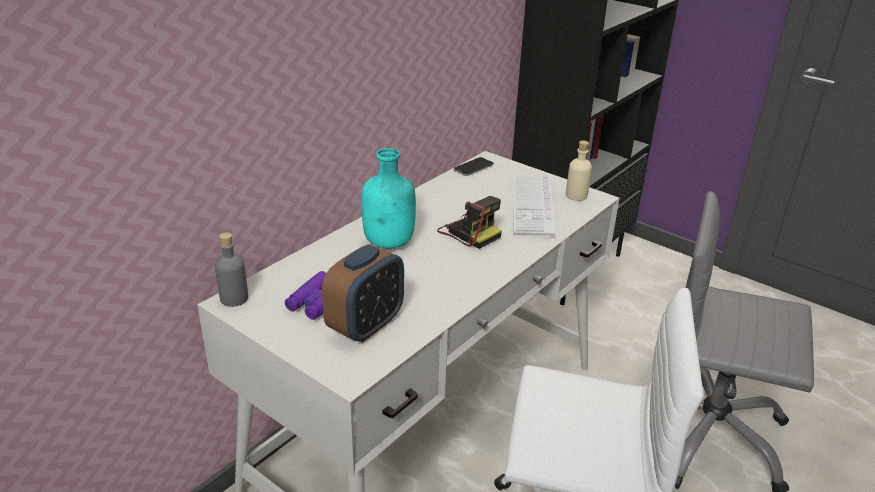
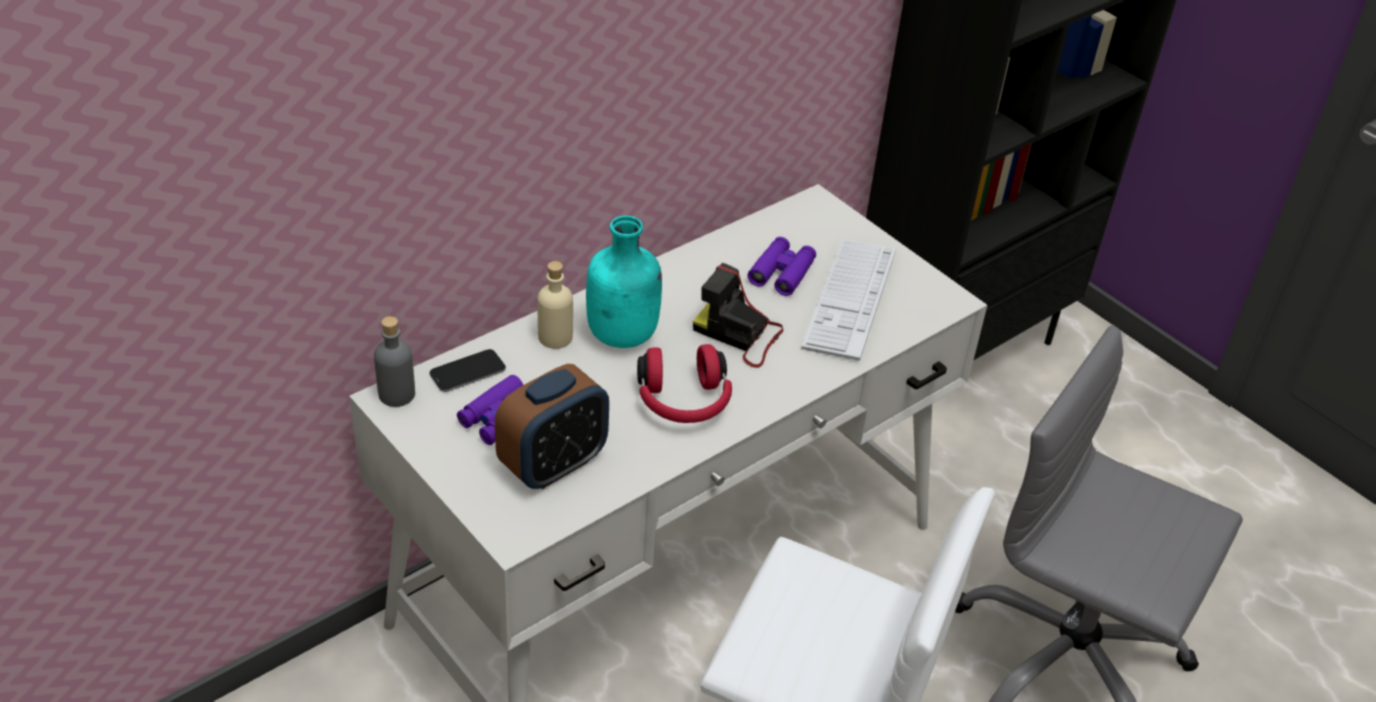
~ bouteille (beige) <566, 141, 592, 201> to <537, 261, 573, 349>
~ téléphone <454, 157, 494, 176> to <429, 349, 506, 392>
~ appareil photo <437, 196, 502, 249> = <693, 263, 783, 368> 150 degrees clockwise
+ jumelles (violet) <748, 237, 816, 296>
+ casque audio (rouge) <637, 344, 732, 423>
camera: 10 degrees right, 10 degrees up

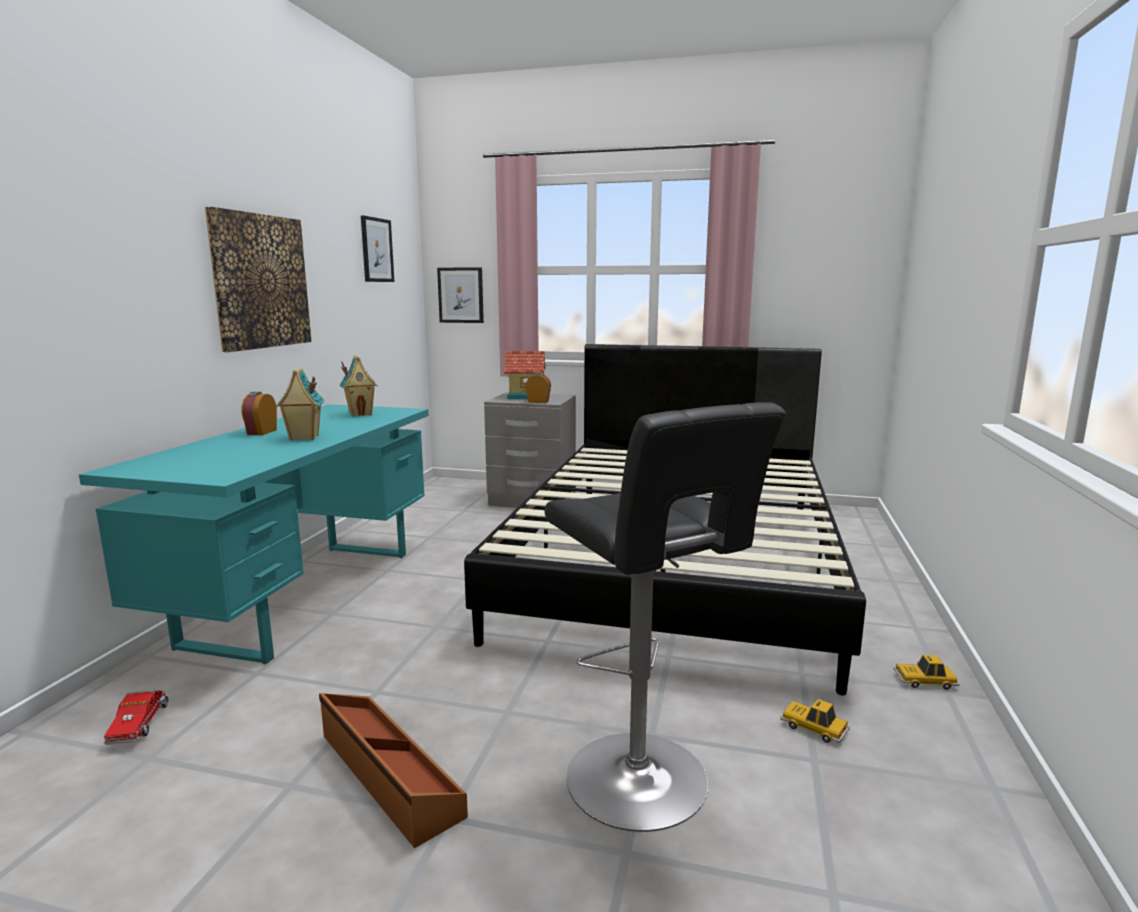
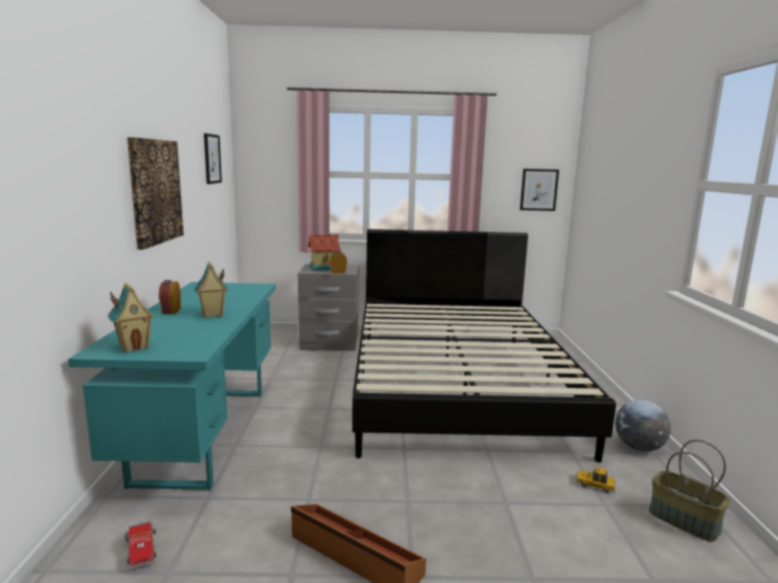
~ tableau <437, 267, 484, 323> to <520, 169, 559, 211>
~ maison miniature <340, 355, 378, 416> to <108, 283, 155, 352>
- tabouret (noir) <544, 402, 786, 832>
~ petite voiture <893, 655, 959, 690> to globe <615, 400, 671, 452>
+ panier <649, 440, 730, 542>
camera: 15 degrees left, 0 degrees up

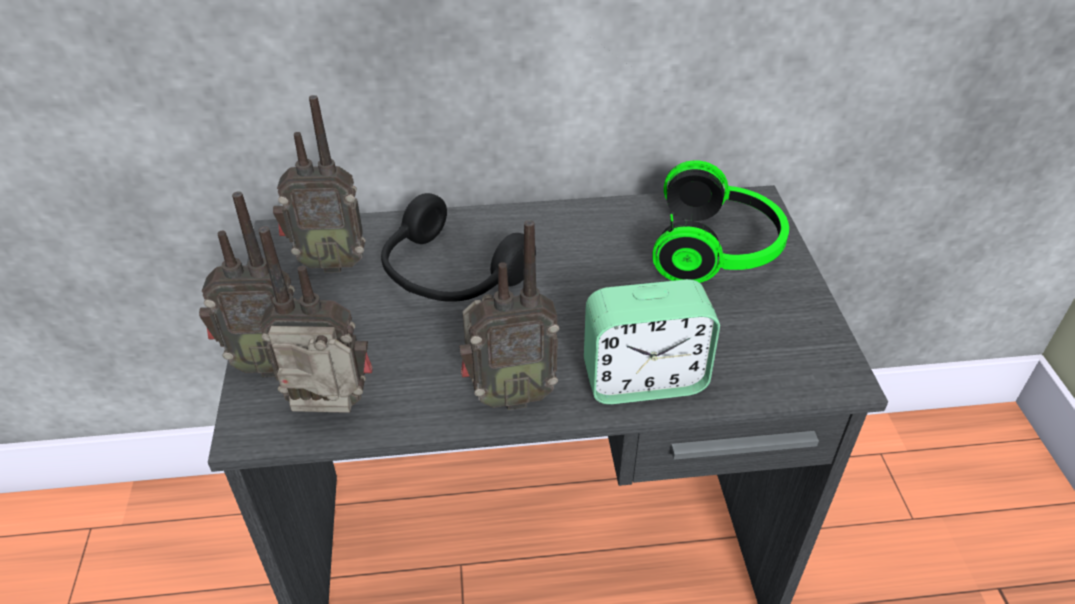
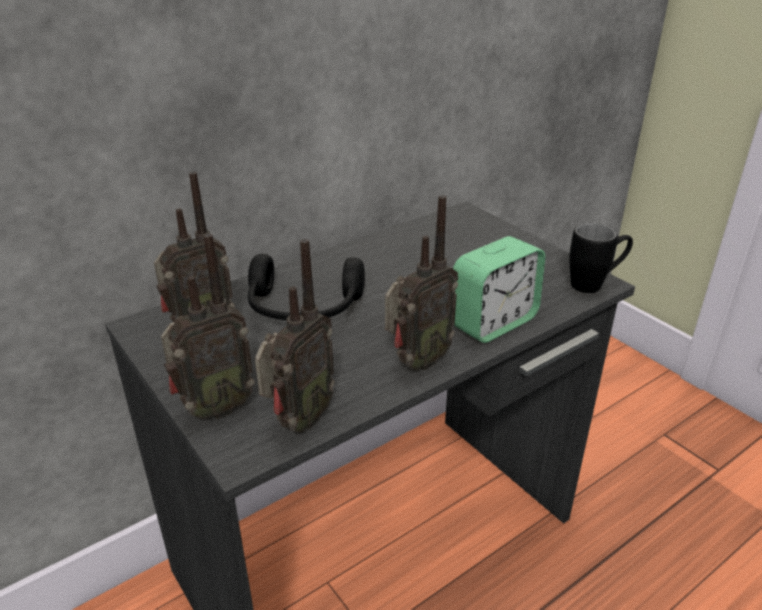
- casque audio <652, 160, 789, 283>
~ radio <258, 226, 373, 413> = <255, 239, 335, 432> 150 degrees clockwise
+ mug (noir) <569, 223, 633, 293>
camera: 30 degrees left, 10 degrees down

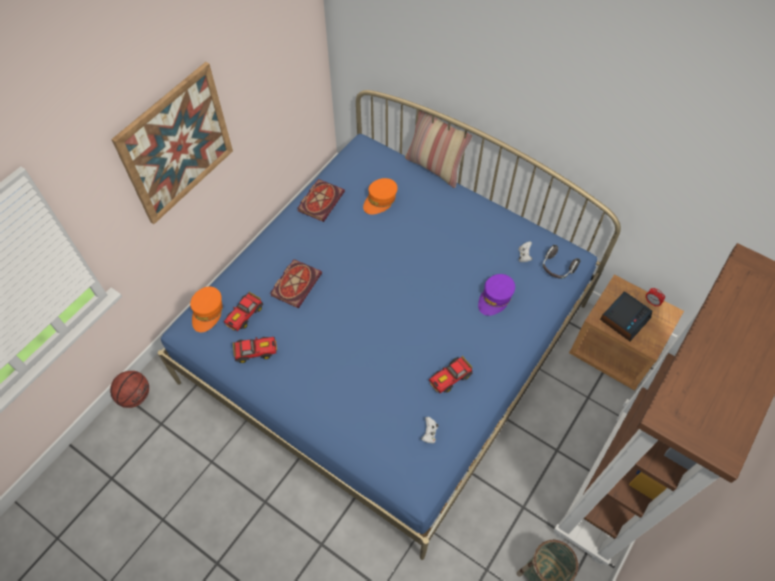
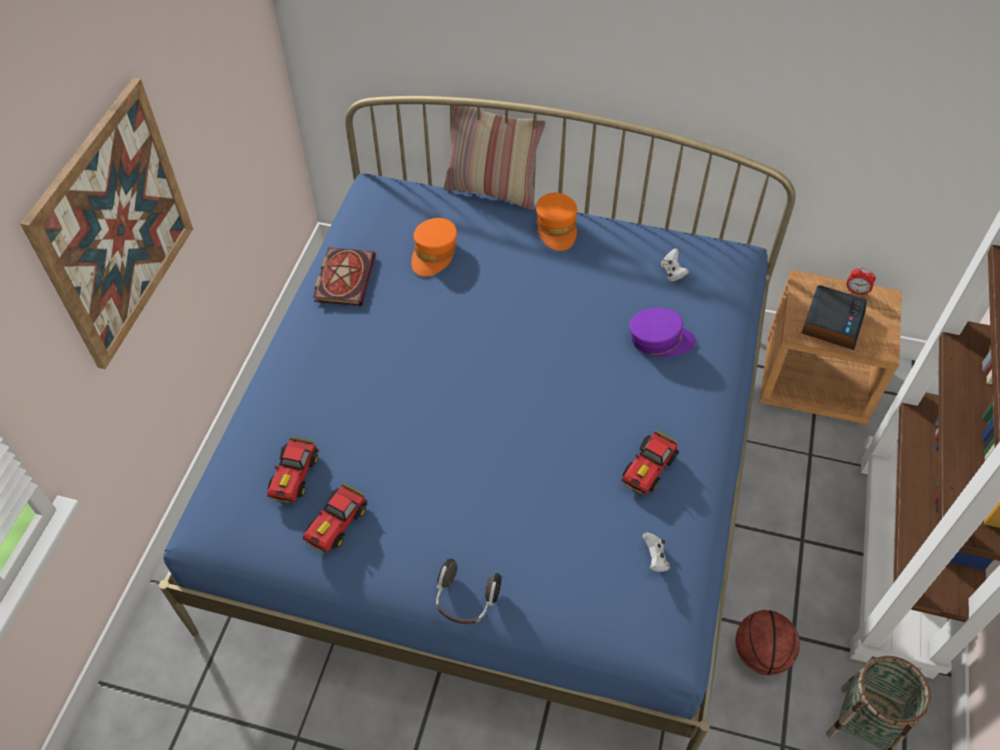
~ casque audio <542, 245, 580, 279> to <436, 559, 502, 624>
- livre <270, 259, 322, 308>
~ casquette (violet) <478, 274, 515, 316> = <629, 308, 696, 357> 105 degrees counterclockwise
~ casquette (orange) <190, 287, 223, 332> to <536, 193, 577, 251>
~ petite voiture <233, 337, 277, 363> = <303, 483, 368, 553> 150 degrees clockwise
~ ballon de basket <110, 371, 149, 408> to <735, 610, 800, 676>
camera: 20 degrees left, 5 degrees down

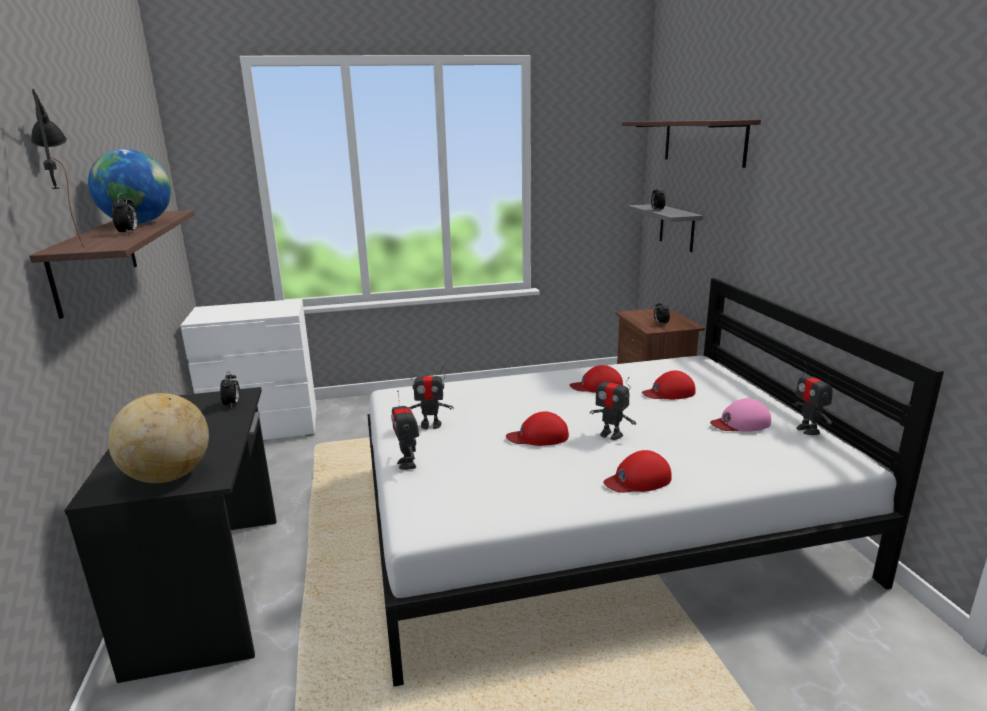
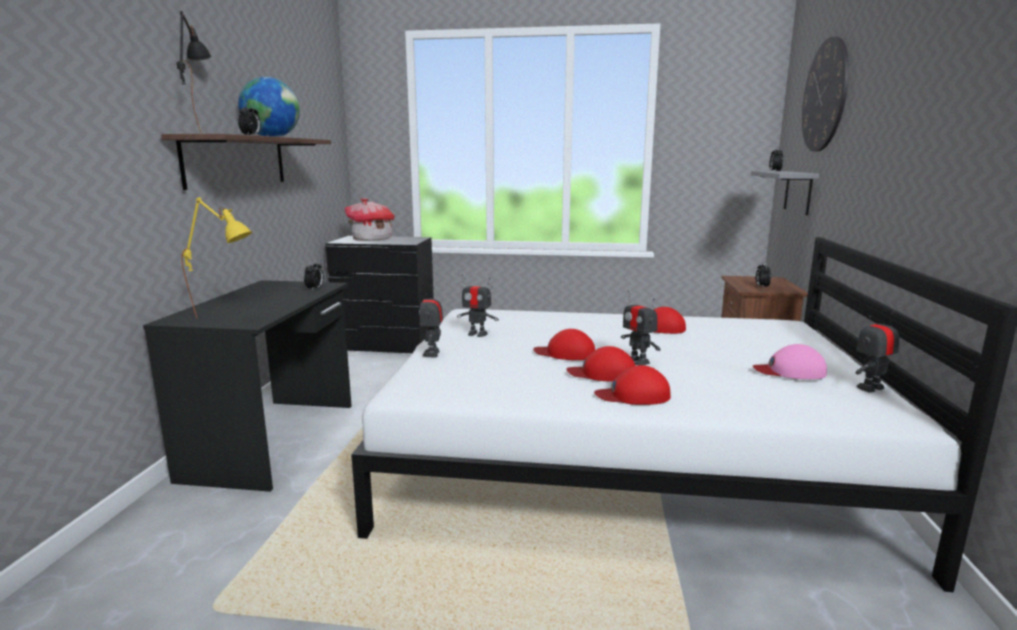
~ étagère <622, 120, 761, 168> to horloge murale <802, 37, 849, 151>
~ commode (blanc) <180, 299, 317, 440> to commode (noir) <325, 236, 434, 353>
~ robot jouet <793, 362, 833, 435> = <855, 309, 900, 393> 60 degrees clockwise
~ casquette (rouge) <642, 370, 695, 399> to <566, 346, 635, 382>
~ globe <108, 393, 209, 483> to lampe de table (jaune) <181, 197, 252, 319>
+ maison miniature <344, 198, 394, 241>
camera: 20 degrees right, 5 degrees down

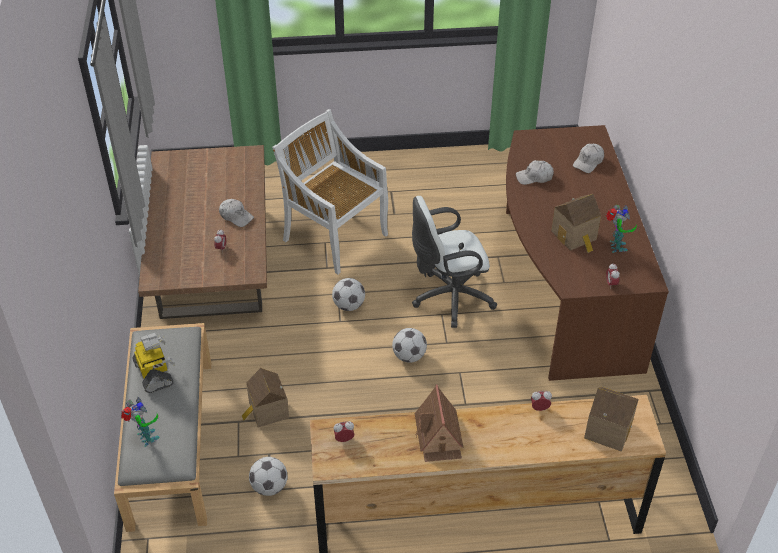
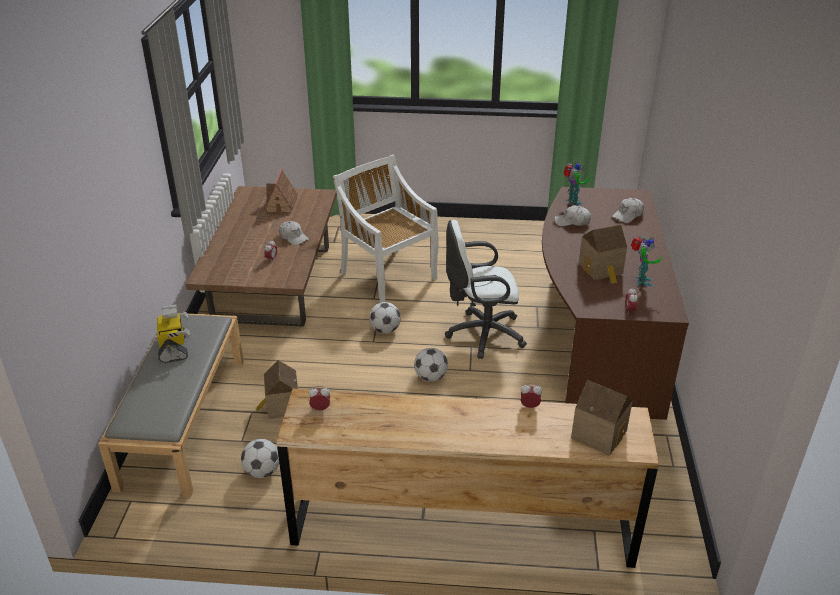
~ maison miniature <414, 384, 464, 462> to <264, 169, 298, 216>
~ robot jouet <121, 397, 159, 447> to <563, 162, 590, 206>
camera: 10 degrees right, 10 degrees down

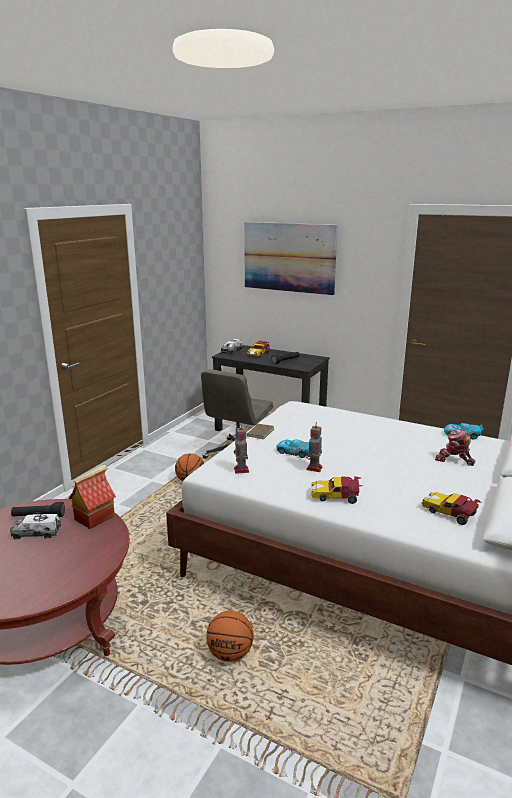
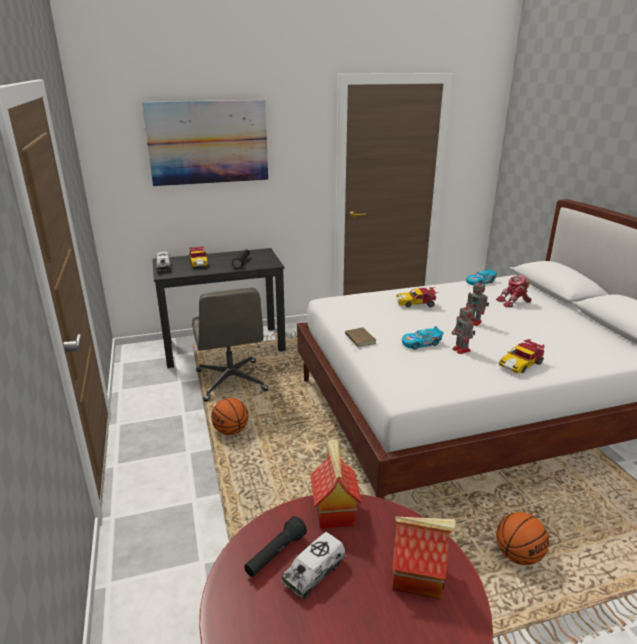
~ robot jouet <234, 427, 249, 474> to <466, 279, 489, 326>
~ petite voiture <422, 492, 482, 525> to <396, 287, 438, 308>
+ maison miniature <392, 517, 456, 599>
camera: 45 degrees left, 5 degrees up

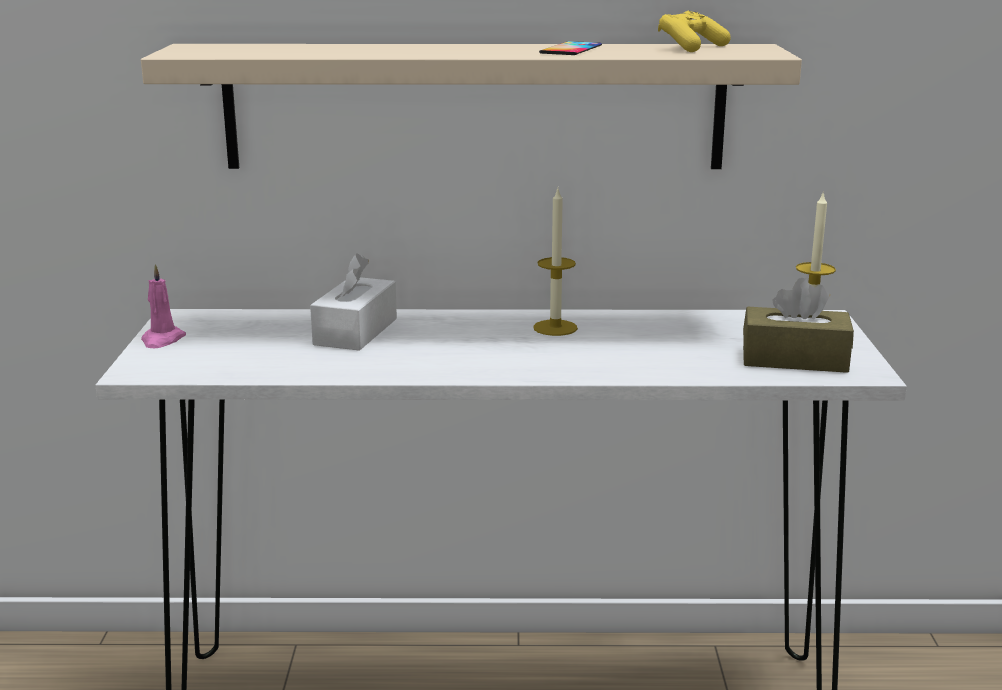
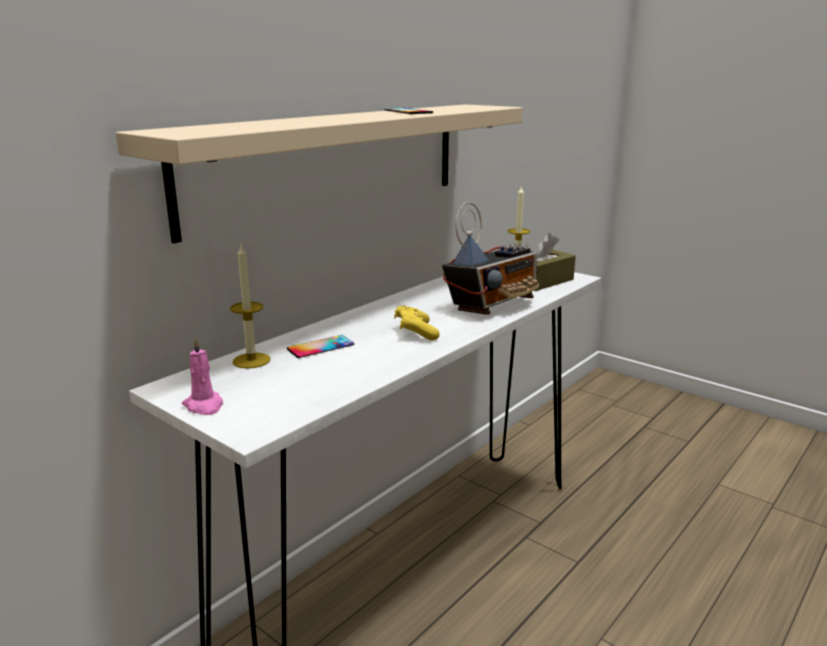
~ manette (jaune) <658, 11, 731, 52> to <394, 305, 440, 341>
~ bougie <533, 189, 578, 336> to <230, 245, 270, 369>
~ boîte à mouchoirs (blanc) <310, 253, 397, 351> to téléphone <287, 335, 354, 358>
+ radio <442, 202, 539, 315>
camera: 50 degrees left, 0 degrees up

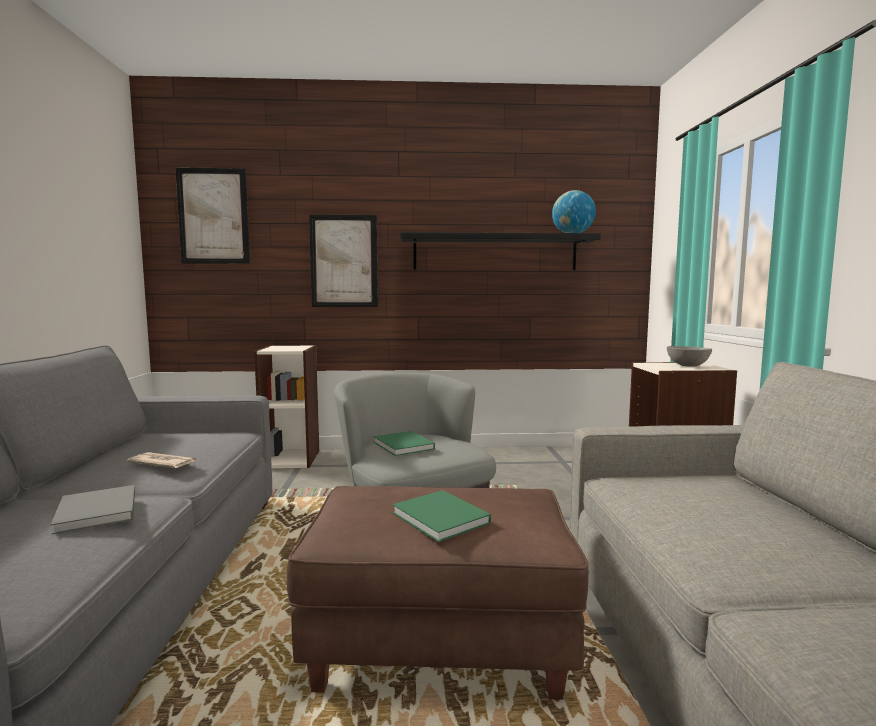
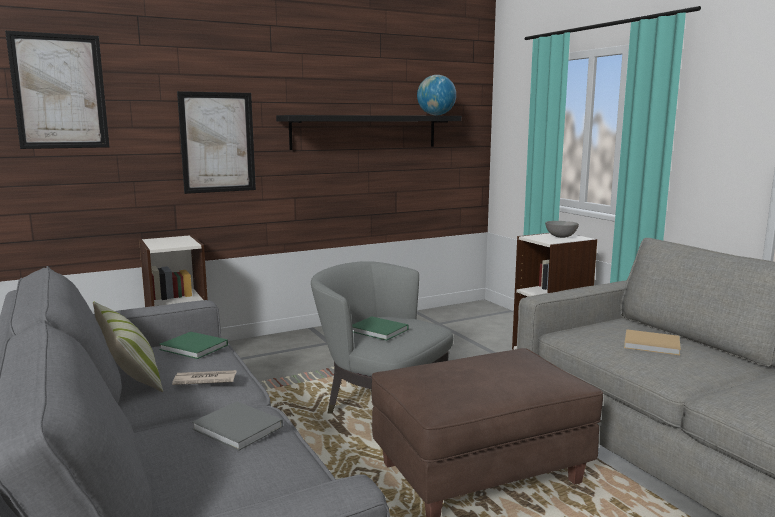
~ livre (vert) <392, 490, 491, 542> to <159, 332, 228, 359>
+ coussin <93, 301, 163, 392>
+ livre (beige) <624, 329, 681, 355>
camera: 25 degrees left, 5 degrees up

